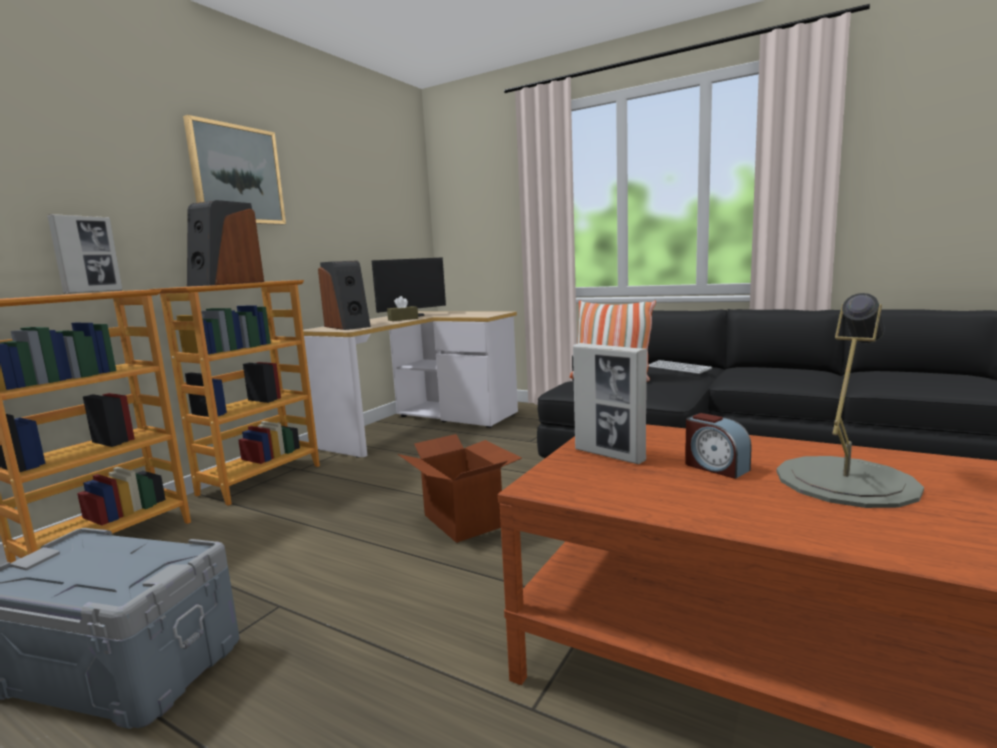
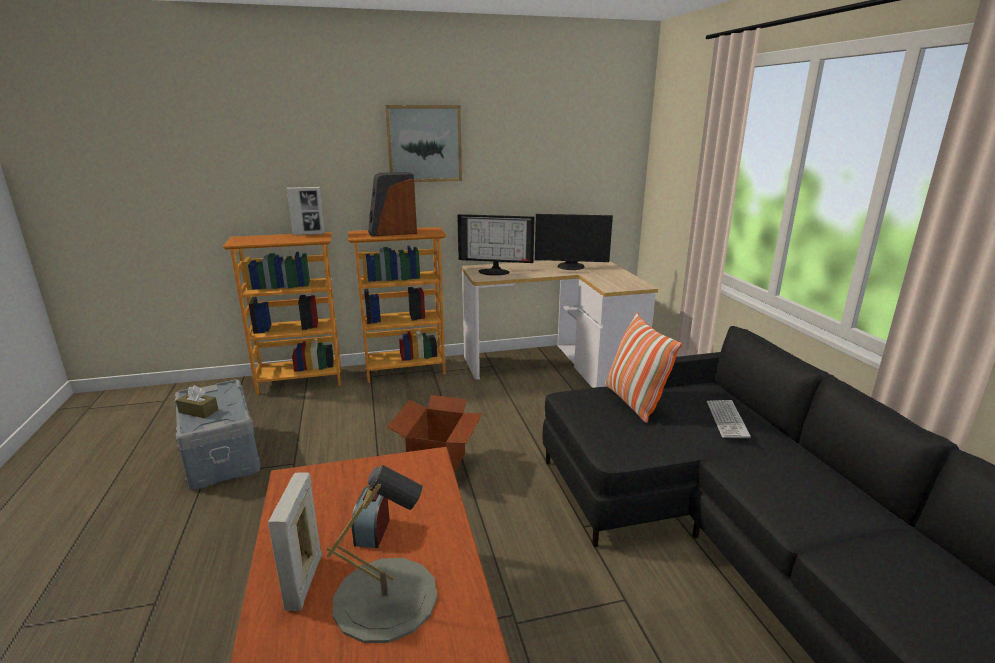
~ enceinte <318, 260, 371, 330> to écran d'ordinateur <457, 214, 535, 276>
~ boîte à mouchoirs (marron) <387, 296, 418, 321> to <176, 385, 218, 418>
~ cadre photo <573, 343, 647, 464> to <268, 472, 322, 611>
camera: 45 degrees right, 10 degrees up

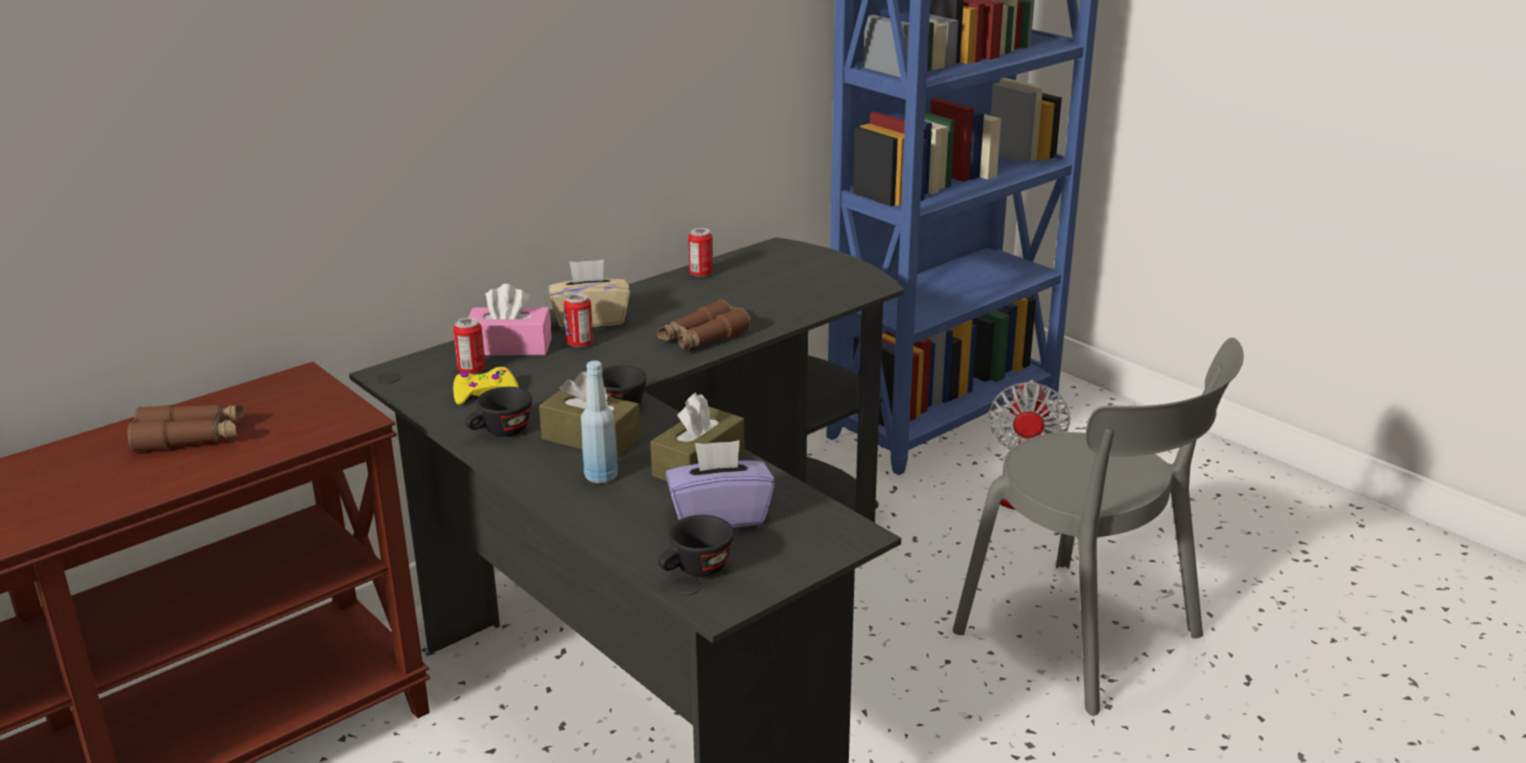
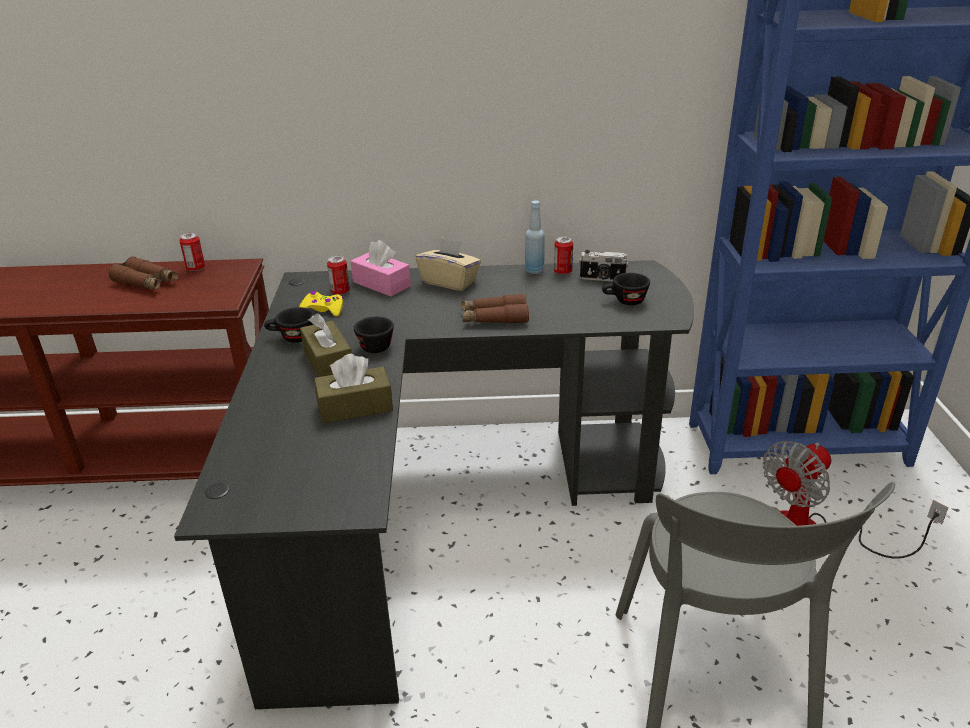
~ boîte métallique <564, 293, 593, 348> to <179, 233, 205, 271>
~ bouteille (bleu) <581, 361, 618, 484> to <525, 200, 545, 274>
- boîte à mouchoirs (violet) <666, 440, 775, 528>
~ tasse (noir) <658, 515, 734, 577> to <602, 273, 650, 305>
+ appareil photo <579, 250, 628, 281>
camera: 40 degrees right, 5 degrees up

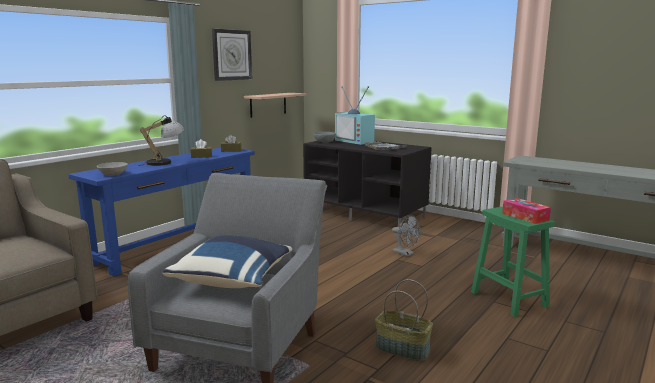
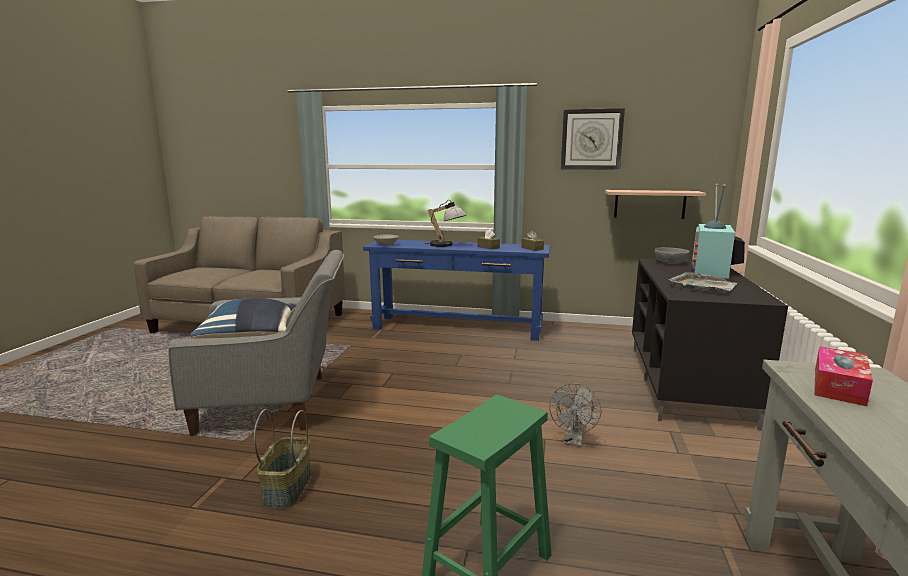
~ boîte à mouchoirs <502, 198, 551, 224> to <814, 346, 873, 406>
camera: 65 degrees right, 0 degrees up

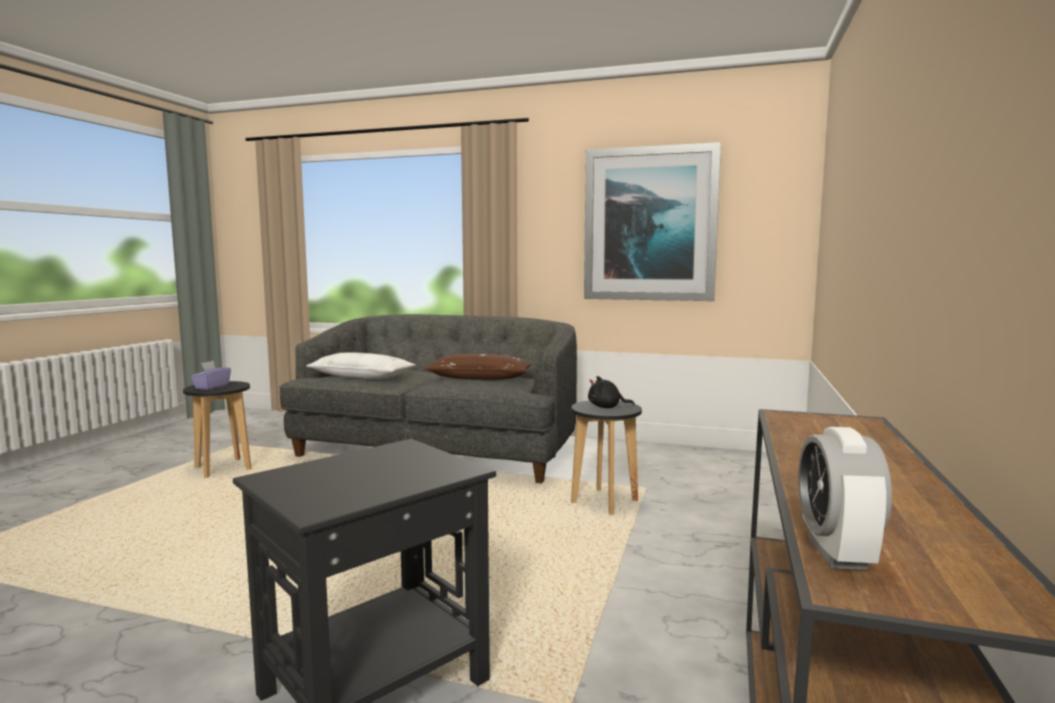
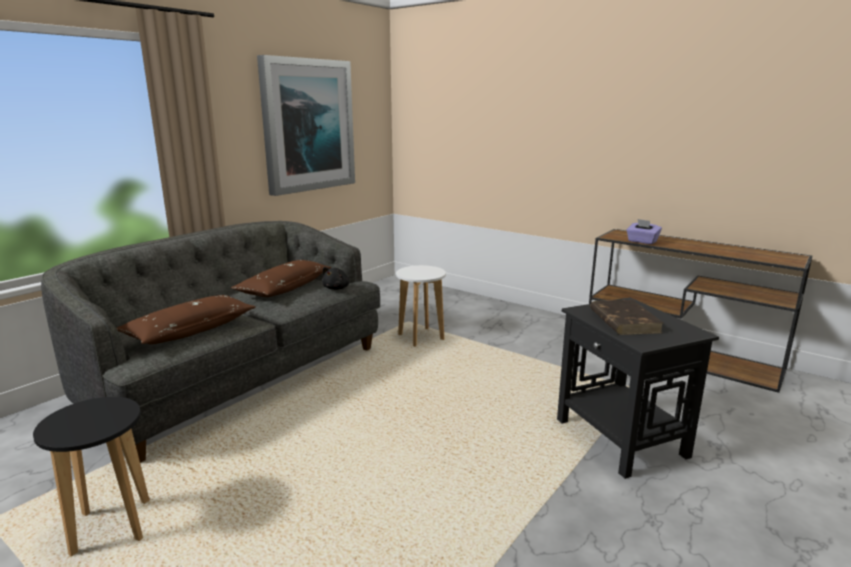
~ coussin (blanc) <306, 353, 416, 379> to coussin (marron) <116, 295, 255, 344>
~ boîte à mouchoirs (violet) <190, 361, 231, 390> to <626, 219, 662, 244>
~ peluche (noir) <588, 376, 635, 408> to <322, 267, 349, 290>
~ tabouret (noir) <571, 401, 642, 515> to tabouret (blanc) <396, 265, 446, 347>
- réveil <798, 427, 892, 570>
+ livre (marron) <590, 299, 663, 335>
camera: 70 degrees left, 10 degrees up

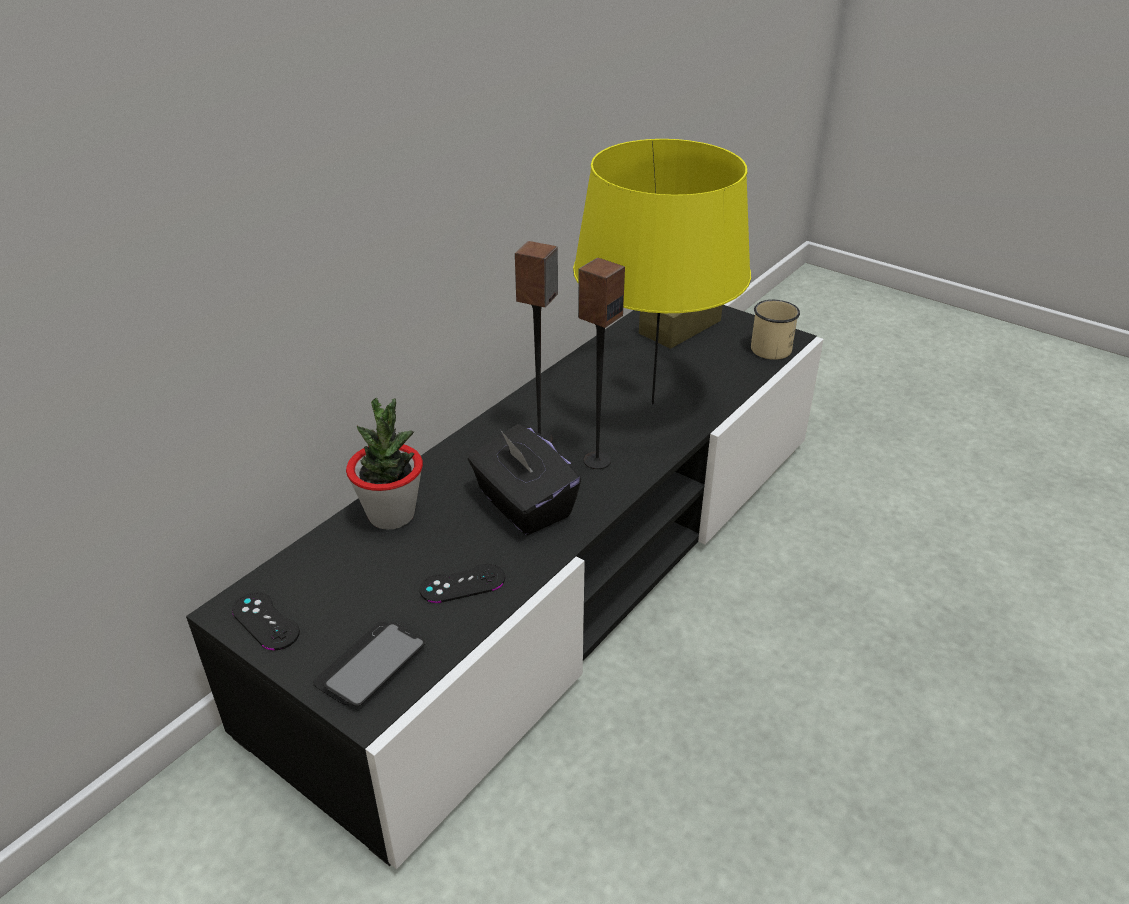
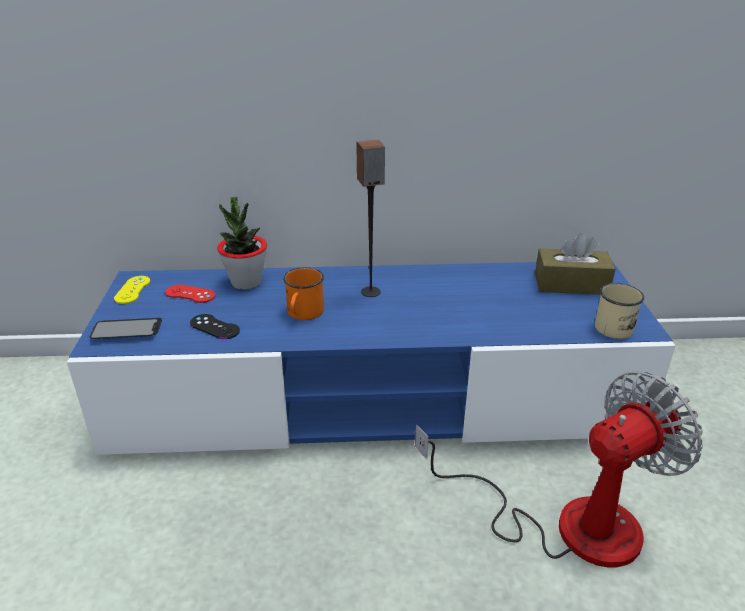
- lampe de table (jaune) <573, 139, 751, 404>
- enceinte <578, 258, 625, 469>
~ meuble télé (noir) <186, 305, 824, 869> to meuble télé (bleu) <67, 261, 675, 455>
~ boîte à mouchoirs (noir) <468, 424, 581, 535> to mug (orange) <283, 267, 324, 320>
~ manette (noir) <232, 592, 300, 650> to manette (jaune) <114, 276, 150, 304>
+ manette (rouge) <165, 285, 216, 303>
+ ventilateur <415, 371, 703, 567>
camera: 50 degrees right, 5 degrees down

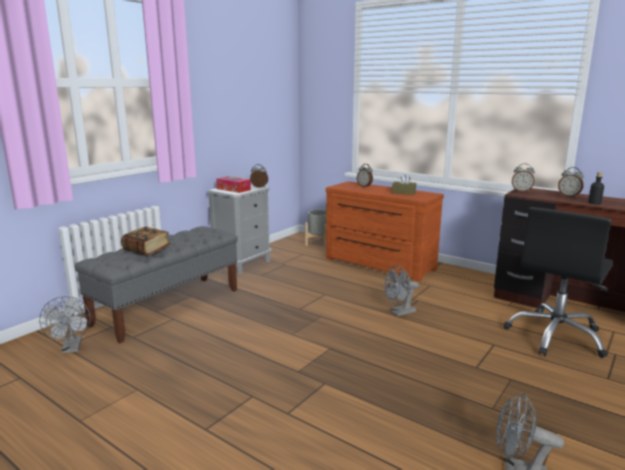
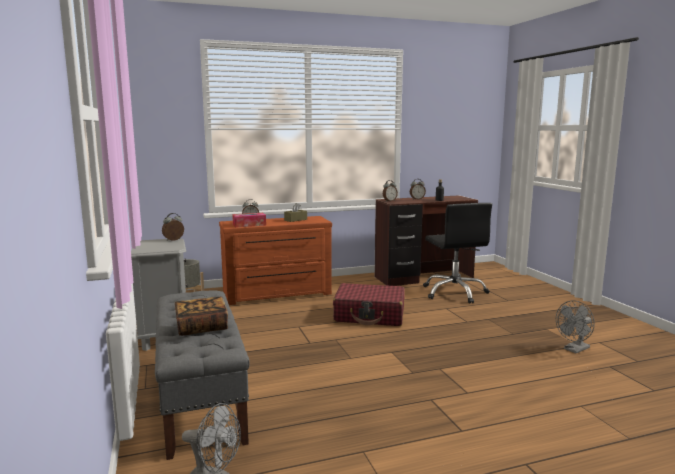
~ boîte à mouchoirs <216, 176, 251, 193> to <232, 213, 266, 227>
~ ventilateur (gris) <384, 265, 419, 317> to valise (rouge) <333, 283, 404, 326>
camera: 55 degrees left, 5 degrees down

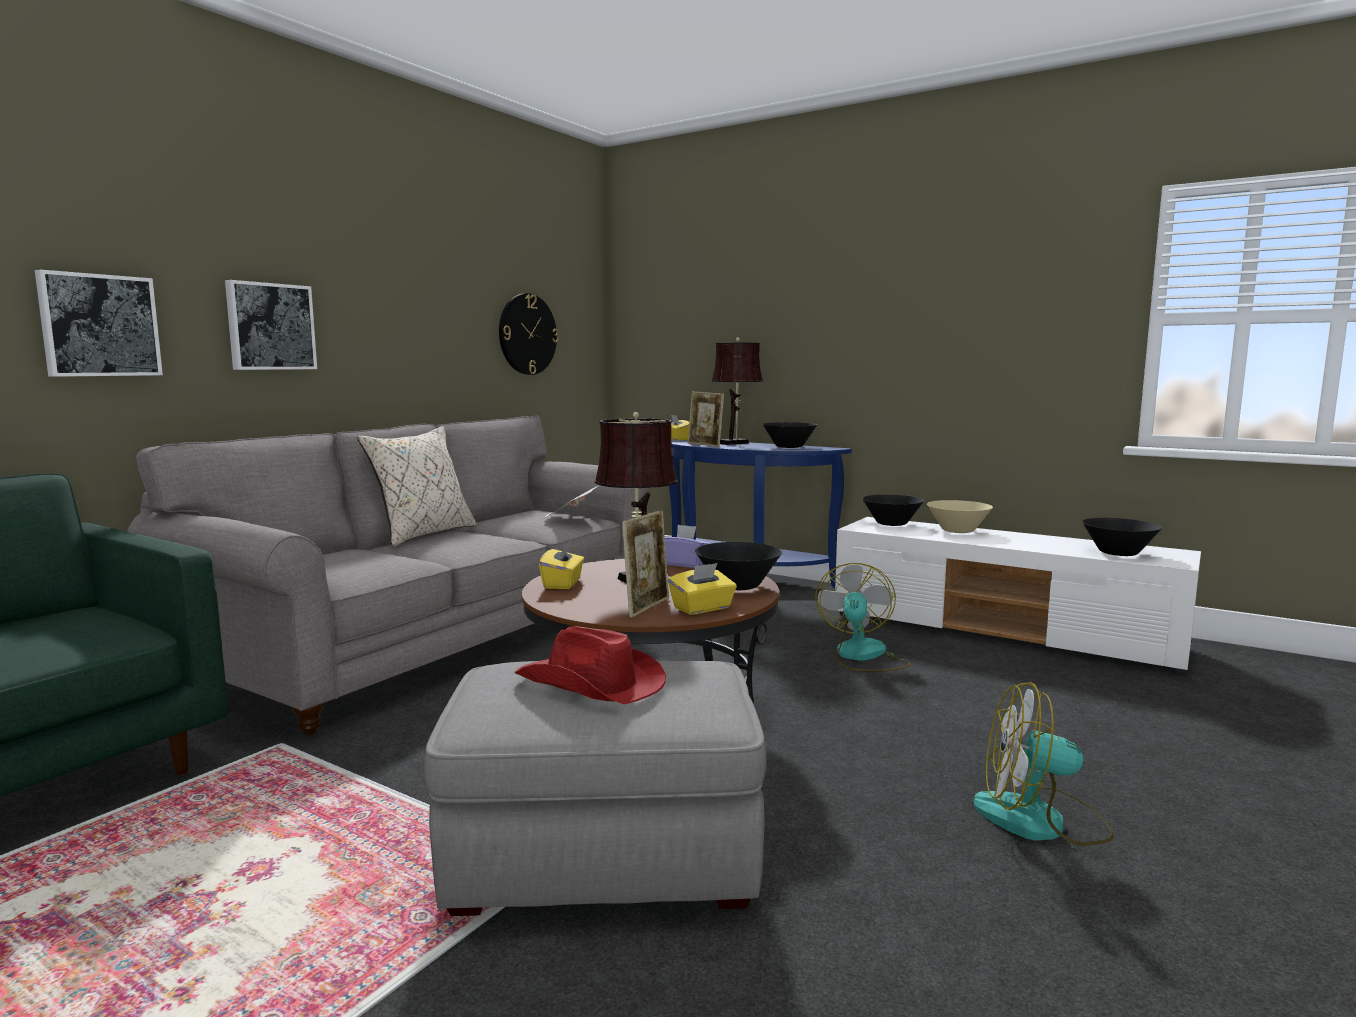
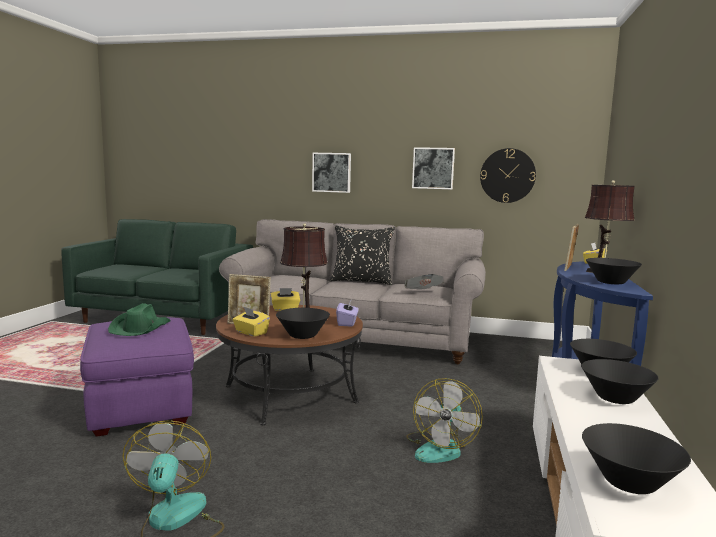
~ tableau <35, 270, 163, 377> to <412, 147, 455, 189>
~ coussin (beige) <357, 426, 477, 546> to coussin (noir) <330, 226, 395, 285>
~ bol (beige) <927, 500, 993, 533> to bol (noir) <581, 359, 659, 404>
~ ventilateur <815, 563, 911, 672> = <406, 378, 483, 463> 120 degrees clockwise
~ chapeau (rouge) <514, 626, 666, 704> to chapeau (vert) <108, 303, 171, 336>
~ pouf (gris) <424, 660, 766, 916> to pouf (violet) <80, 317, 194, 437>
camera: 70 degrees right, 0 degrees up

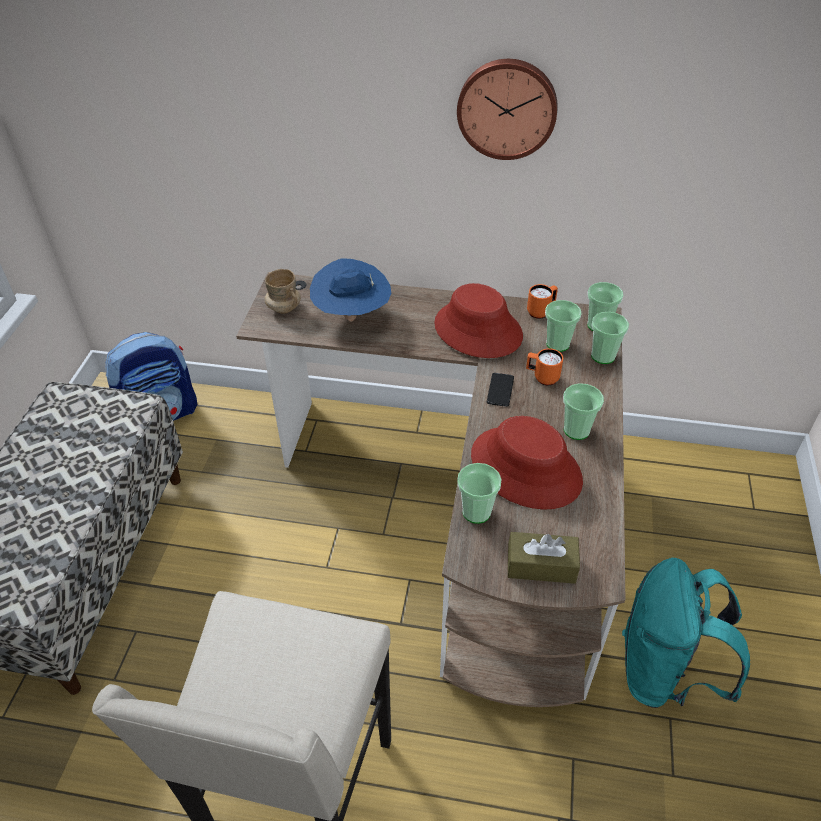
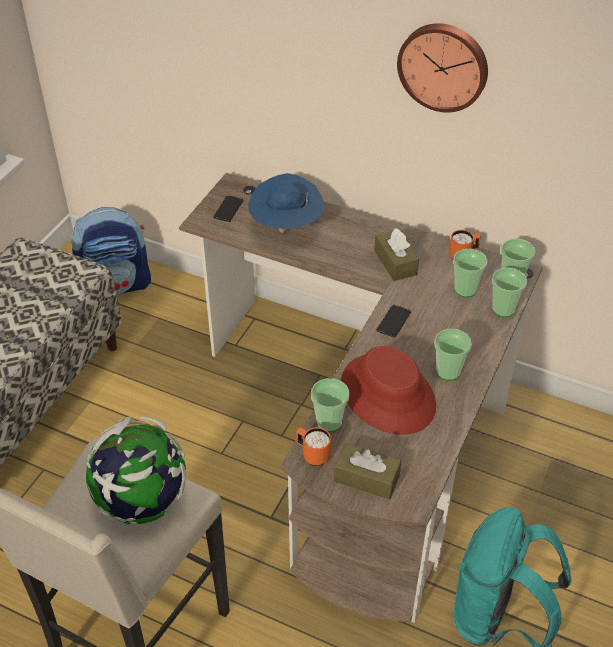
~ mug (beige) <265, 269, 301, 314> to téléphone <213, 196, 243, 222>
~ chapeau (rouge) <434, 283, 523, 358> to boîte à mouchoirs (marron) <374, 228, 419, 281>
~ mug (orange) <526, 348, 563, 385> to <296, 427, 331, 466>
+ globe <86, 416, 186, 525>
camera: 15 degrees right, 0 degrees up

